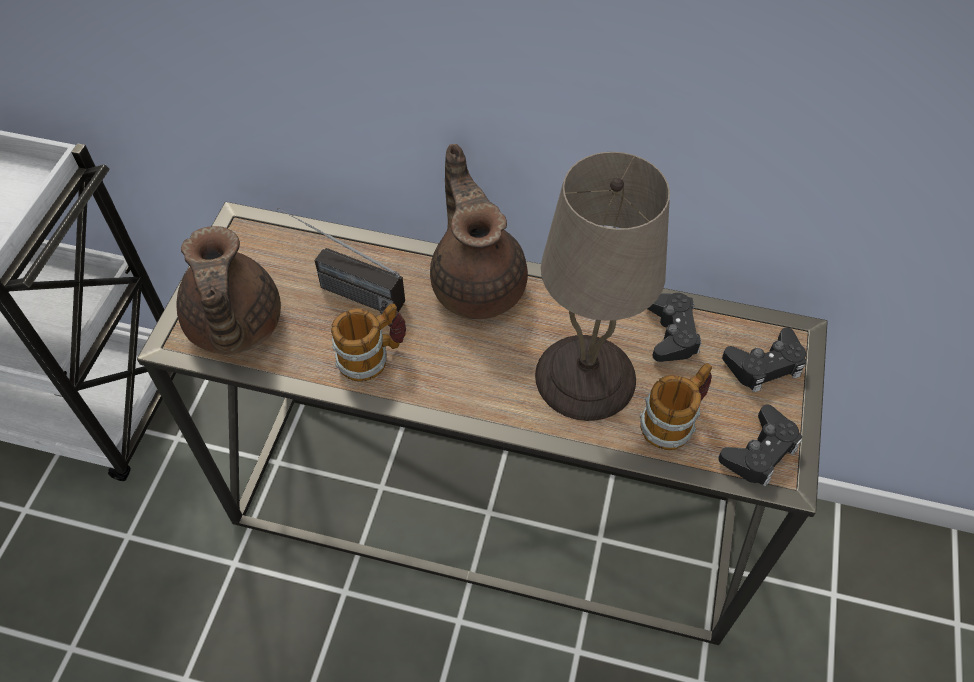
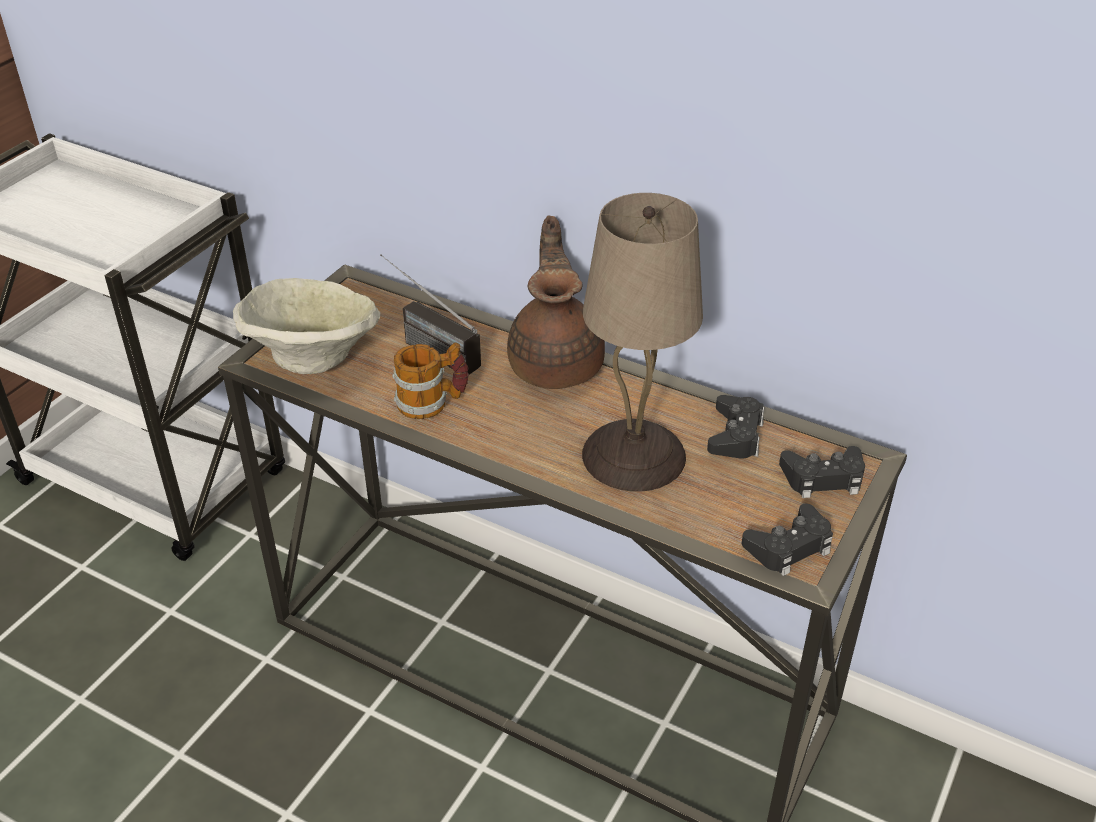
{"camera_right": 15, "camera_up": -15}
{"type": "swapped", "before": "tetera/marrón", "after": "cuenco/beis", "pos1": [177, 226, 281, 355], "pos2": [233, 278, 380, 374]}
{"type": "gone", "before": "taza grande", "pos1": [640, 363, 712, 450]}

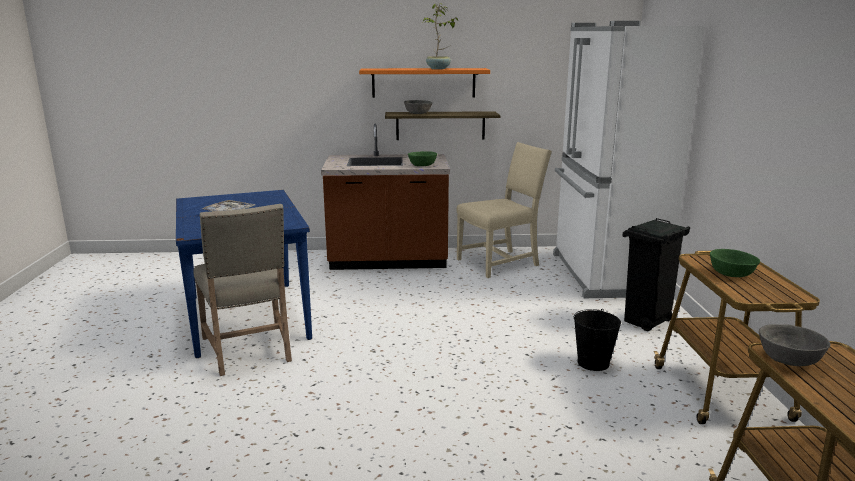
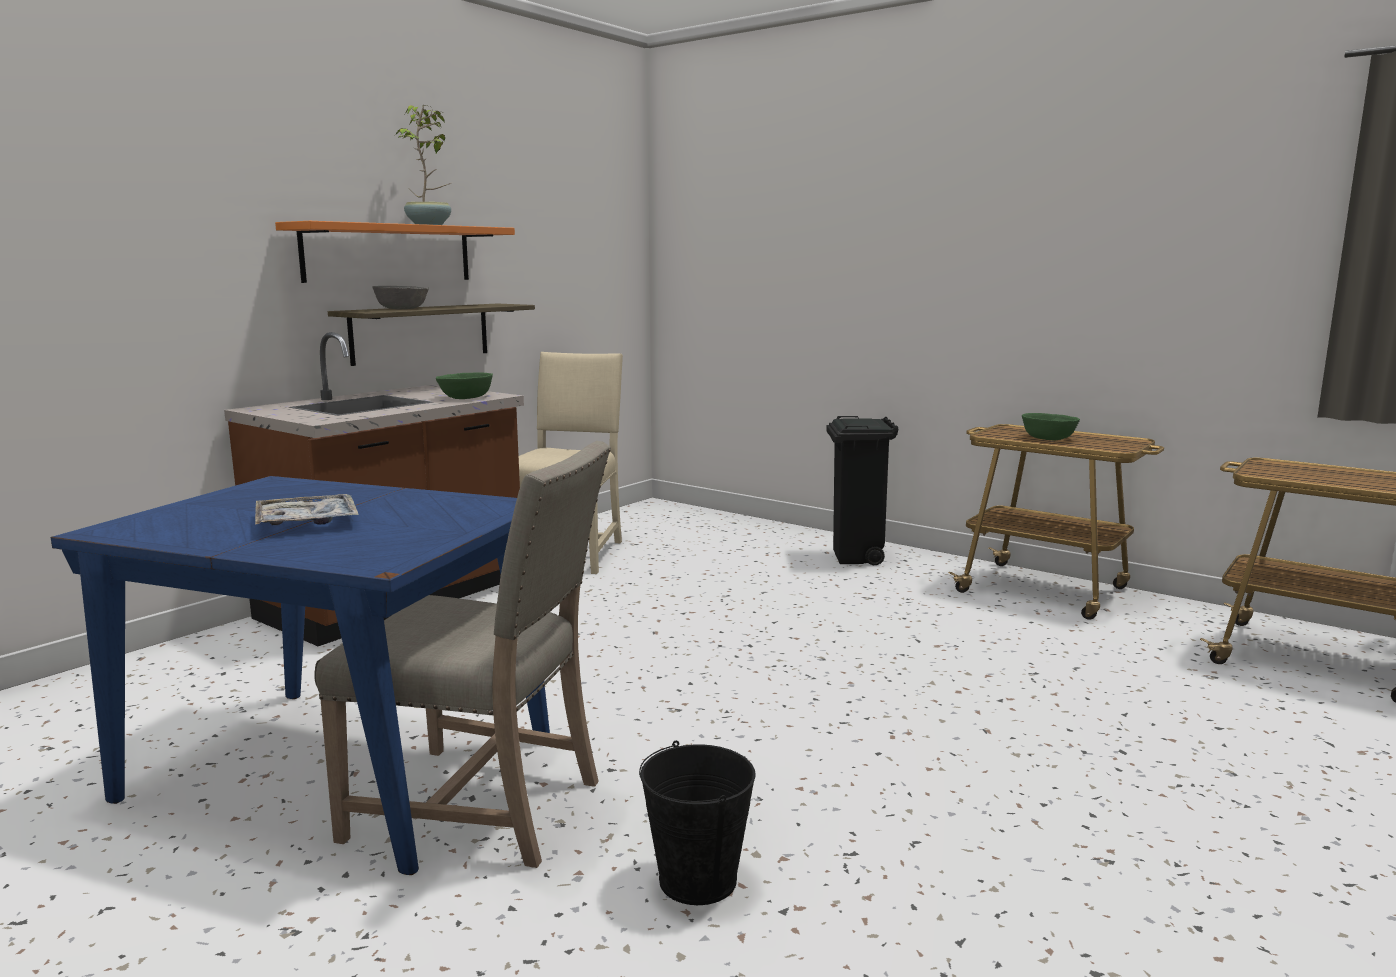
{"camera_right": -50, "camera_up": -5}
{"type": "gone", "before": "nevera/blanco", "pos1": [553, 21, 704, 298]}
{"type": "shifted", "before": "cubo/negro", "pos1": [574, 309, 621, 371], "pos2": [639, 740, 756, 905]}
{"type": "gone", "before": "cuenco/gris", "pos1": [759, 324, 830, 366]}

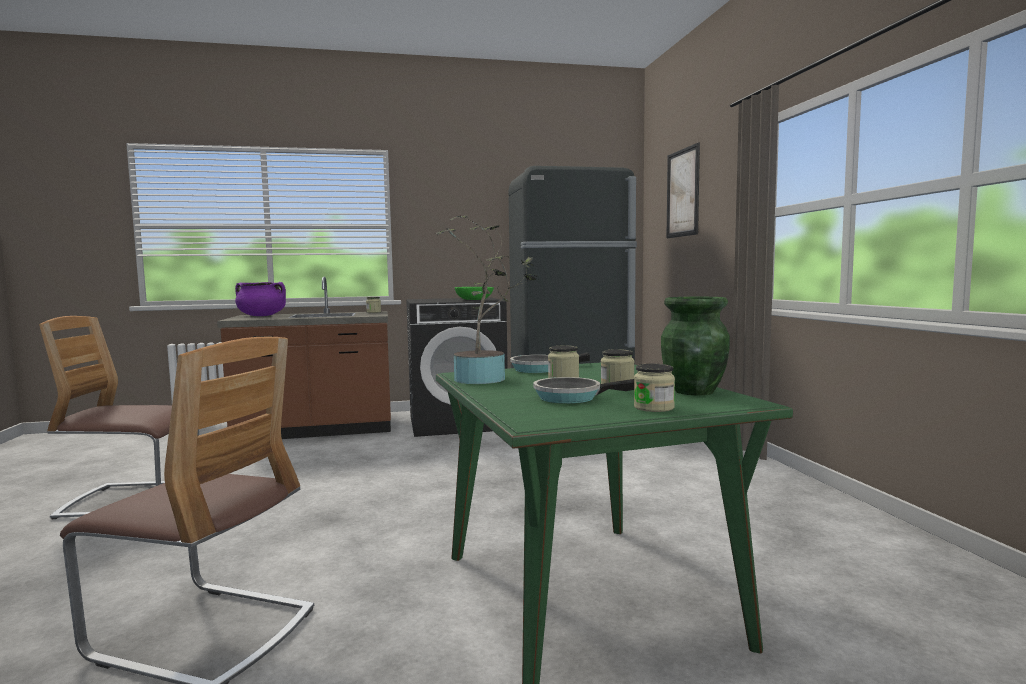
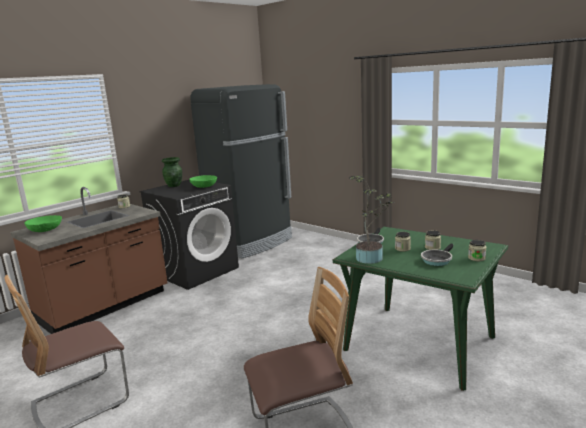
{"camera_right": -35, "camera_up": 10}
{"type": "swapped", "before": "olla/morado", "after": "cuenco/verde", "pos1": [235, 282, 286, 316], "pos2": [25, 215, 62, 232]}
{"type": "shifted", "before": "florero/verde", "pos1": [661, 297, 730, 395], "pos2": [162, 157, 182, 187]}
{"type": "gone", "before": "cuadro", "pos1": [666, 143, 700, 238]}

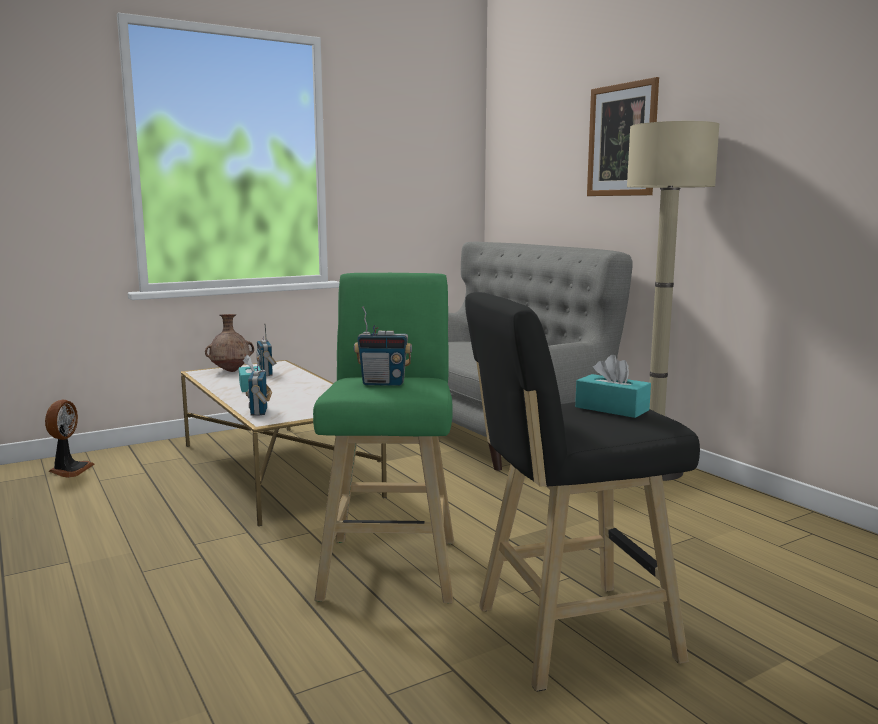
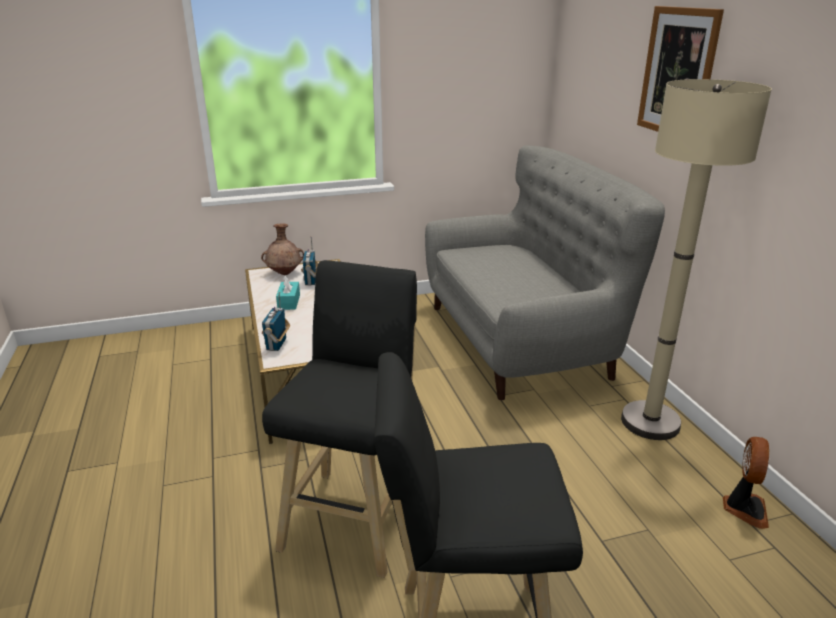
{"camera_right": 15, "camera_up": 15}
{"type": "shifted", "before": "ventilador", "pos1": [45, 400, 95, 478], "pos2": [723, 437, 769, 529]}
{"type": "repainted", "before": "taburete/verde", "after": "taburete/negro", "pos1": [313, 273, 454, 604], "pos2": [262, 260, 417, 578]}
{"type": "gone", "before": "radio", "pos1": [354, 306, 412, 386]}
{"type": "gone", "before": "caja de pañuelos/turquesa", "pos1": [575, 355, 651, 418]}

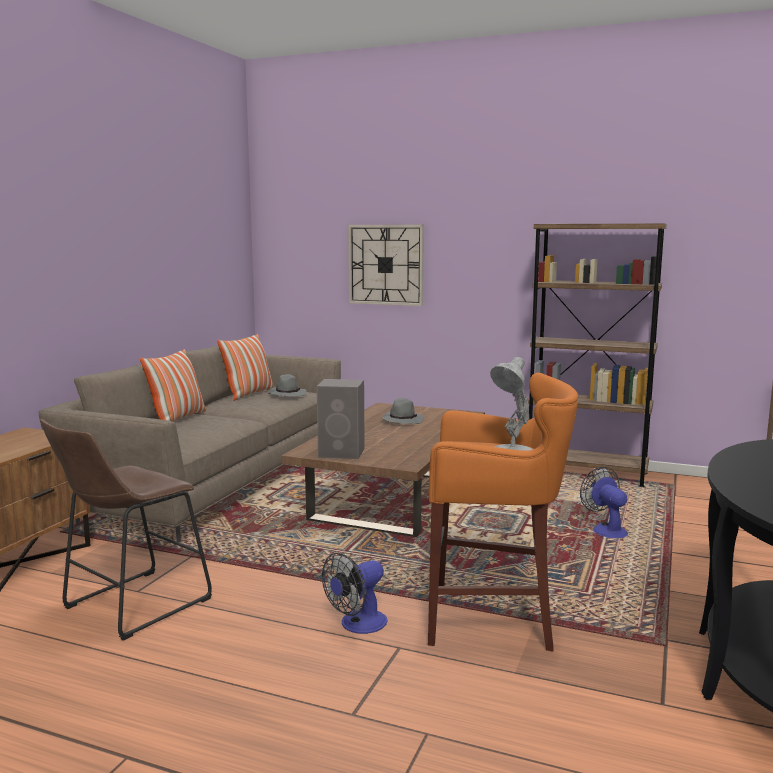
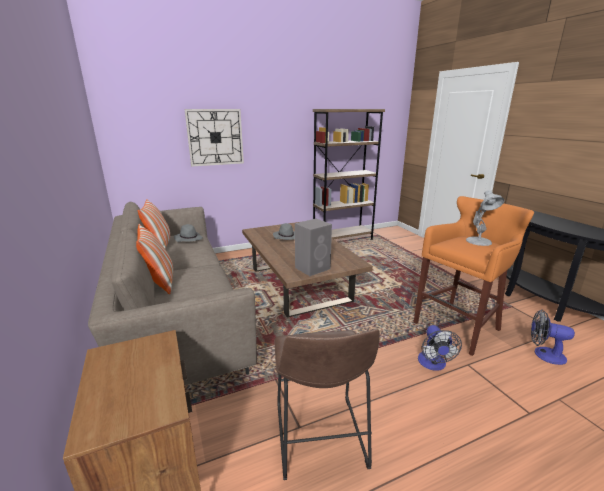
{"camera_right": -45, "camera_up": 10}
{"type": "shifted", "before": "ventilador", "pos1": [580, 467, 628, 538], "pos2": [531, 310, 575, 365]}

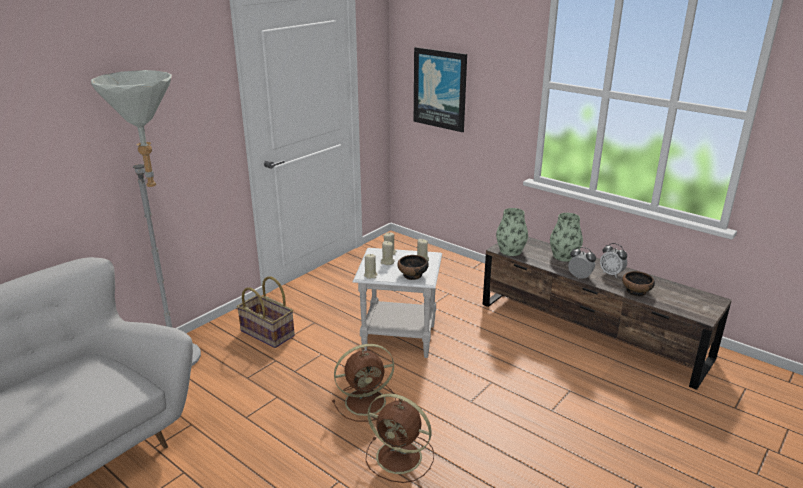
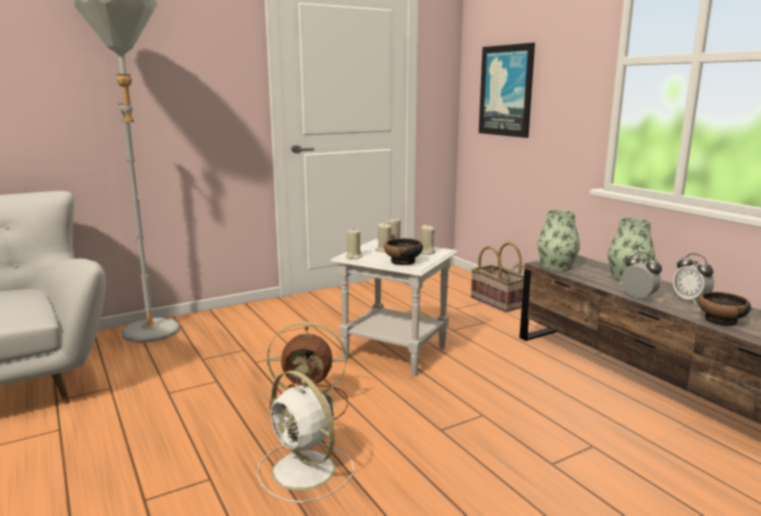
{"camera_right": 20, "camera_up": -10}
{"type": "shifted", "before": "cesta", "pos1": [237, 276, 295, 348], "pos2": [471, 242, 524, 312]}
{"type": "repainted", "before": "ventilador/marrón", "after": "ventilador/blanco", "pos1": [366, 393, 434, 483], "pos2": [257, 370, 354, 503]}

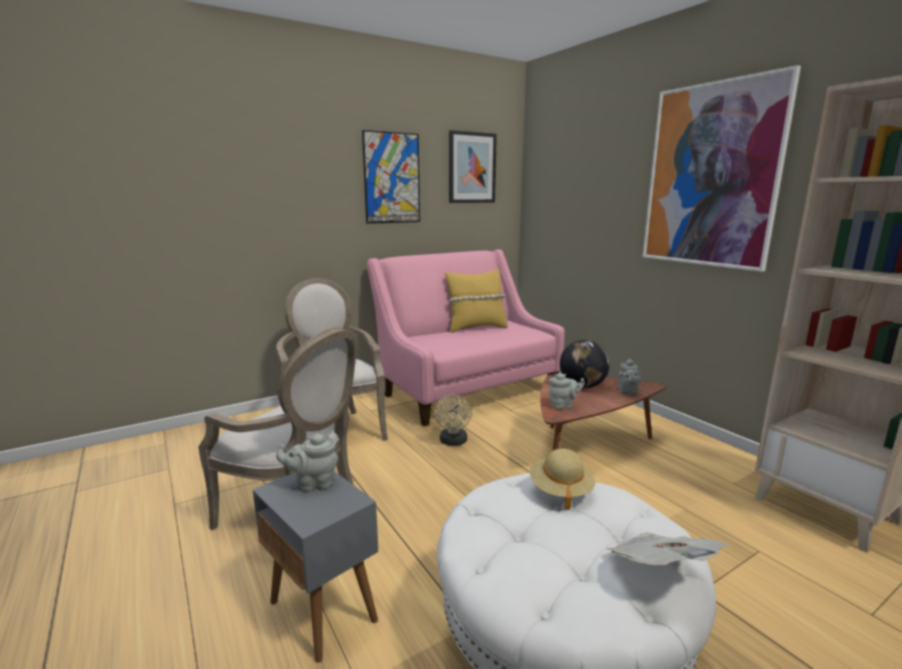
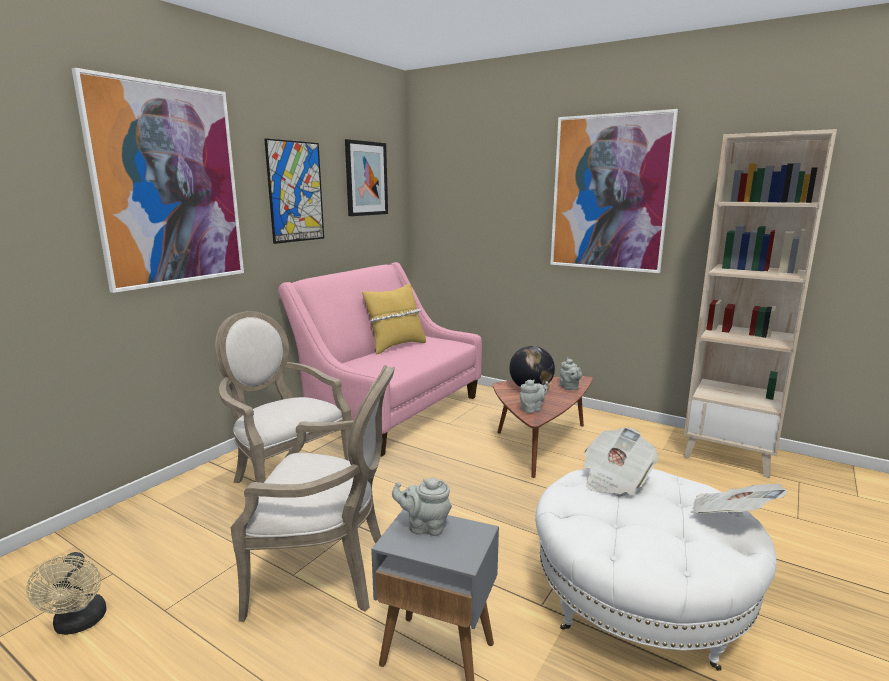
{"camera_right": -25, "camera_up": 0}
{"type": "rotated", "before": "tetera/gris", "pos1": [276, 434, 338, 492], "pos2": [392, 478, 452, 536], "turn": 45}
{"type": "shifted", "before": "ventilador/beis", "pos1": [434, 395, 472, 446], "pos2": [26, 552, 107, 635]}
{"type": "swapped", "before": "sombrero/beis", "after": "periódico", "pos1": [530, 448, 595, 510], "pos2": [583, 427, 658, 495]}
{"type": "new", "after": "cuadro", "pos2": [72, 68, 244, 293]}

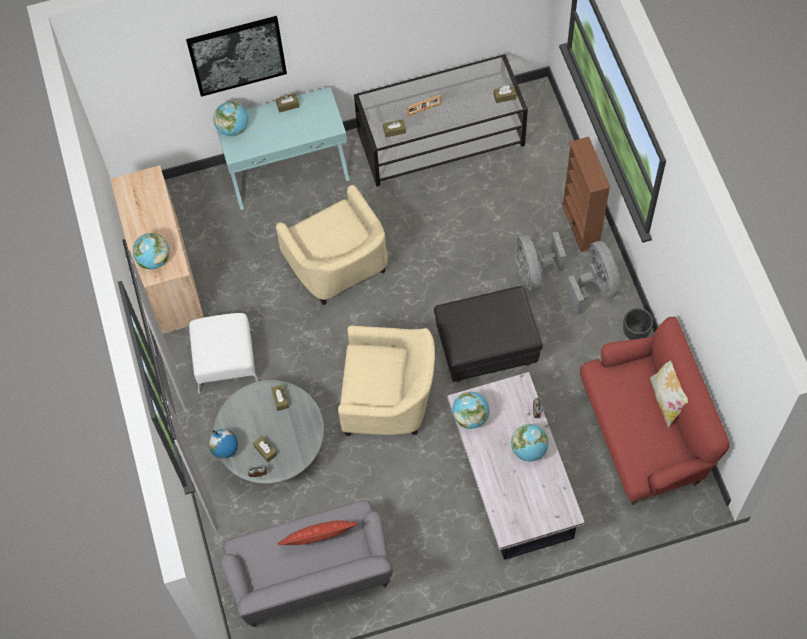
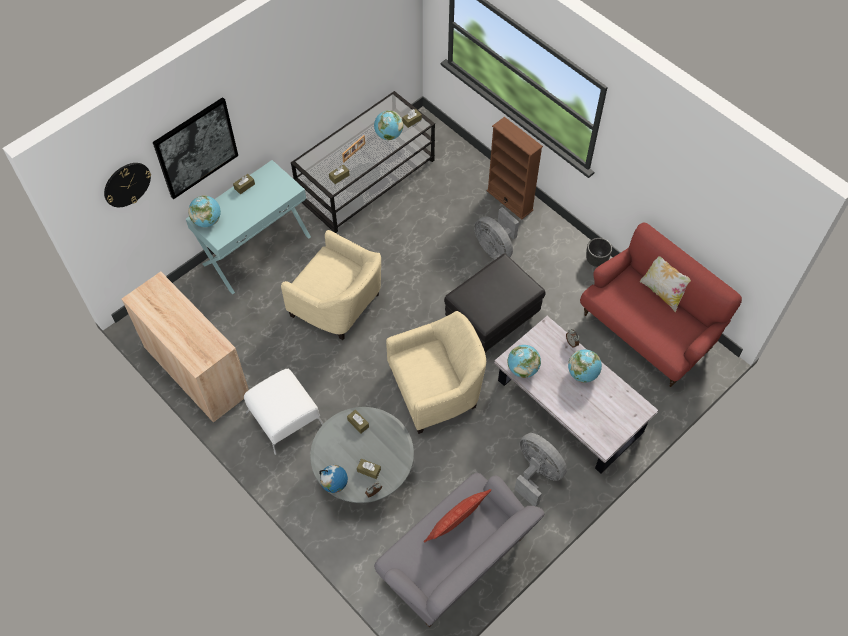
{"camera_right": -30, "camera_up": -5}
{"type": "shifted", "before": "globo terráqueo", "pos1": [133, 233, 169, 269], "pos2": [374, 110, 403, 140]}
{"type": "shifted", "before": "ventilador/gris", "pos1": [566, 241, 620, 314], "pos2": [515, 433, 567, 507]}
{"type": "new", "after": "reloj de pared", "pos2": [104, 163, 151, 207]}

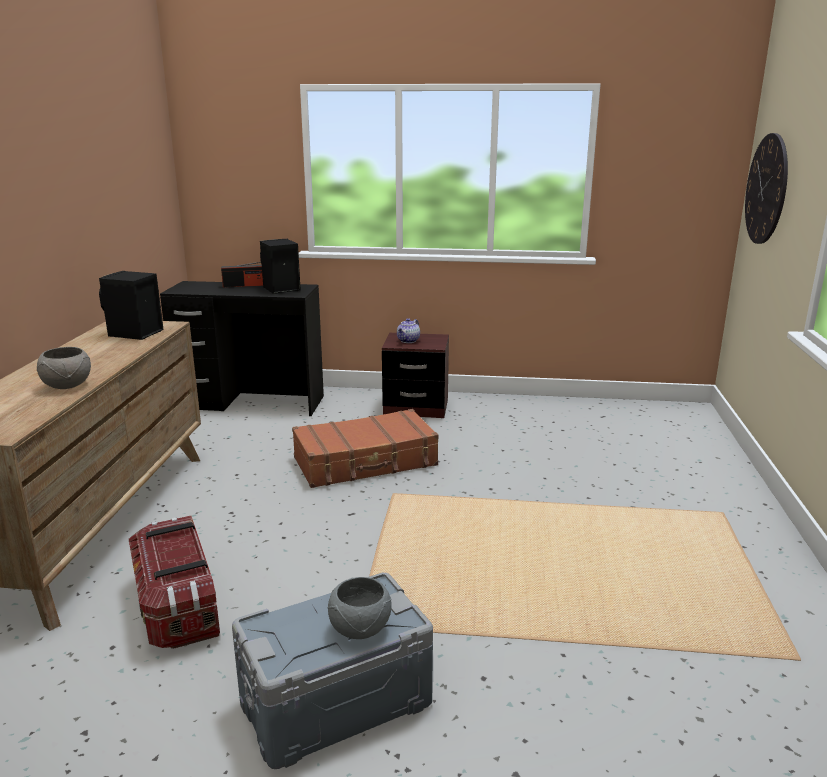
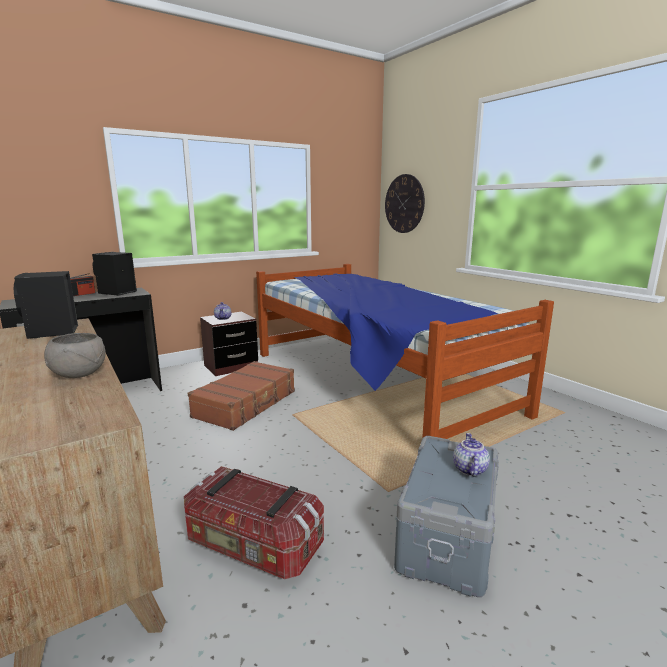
{"camera_right": -40, "camera_up": -5}
{"type": "swapped", "before": "cuenco/gris", "after": "tetera", "pos1": [328, 577, 392, 639], "pos2": [453, 433, 490, 477]}
{"type": "new", "after": "cama", "pos2": [256, 264, 554, 439]}

